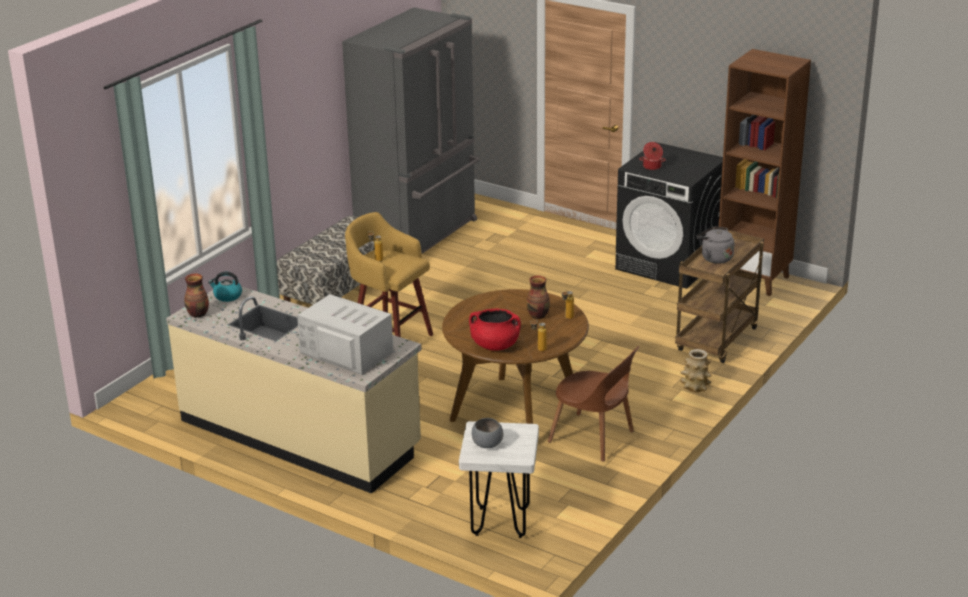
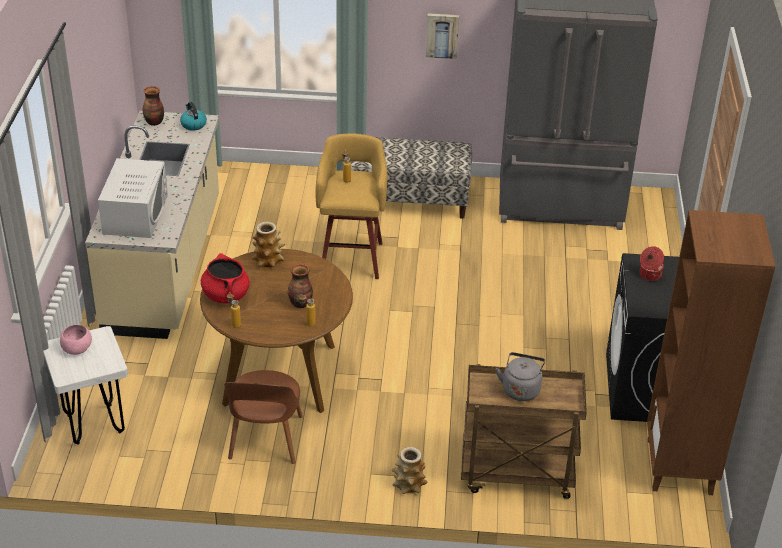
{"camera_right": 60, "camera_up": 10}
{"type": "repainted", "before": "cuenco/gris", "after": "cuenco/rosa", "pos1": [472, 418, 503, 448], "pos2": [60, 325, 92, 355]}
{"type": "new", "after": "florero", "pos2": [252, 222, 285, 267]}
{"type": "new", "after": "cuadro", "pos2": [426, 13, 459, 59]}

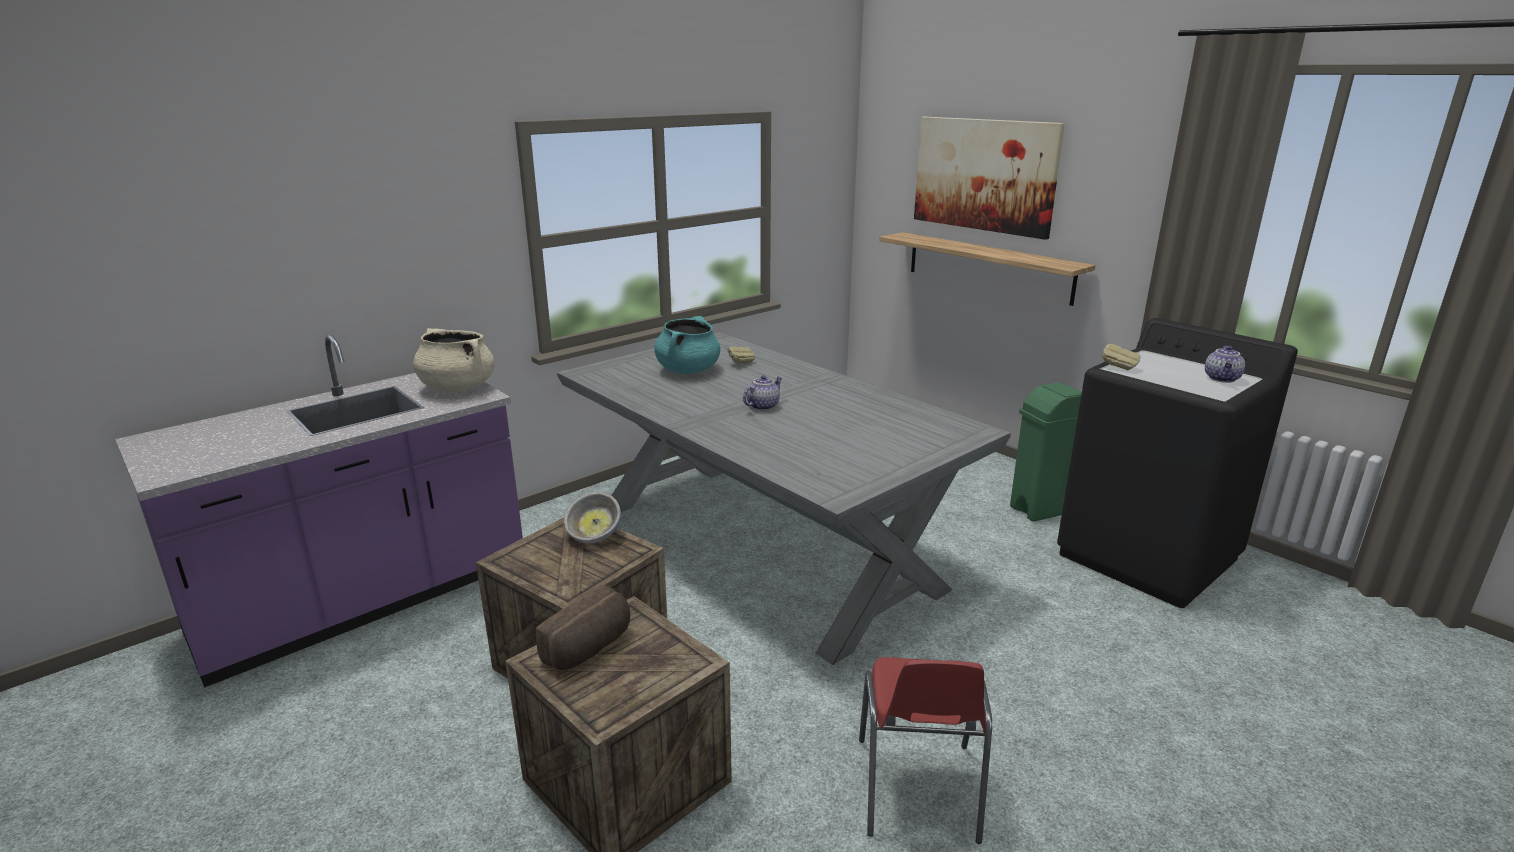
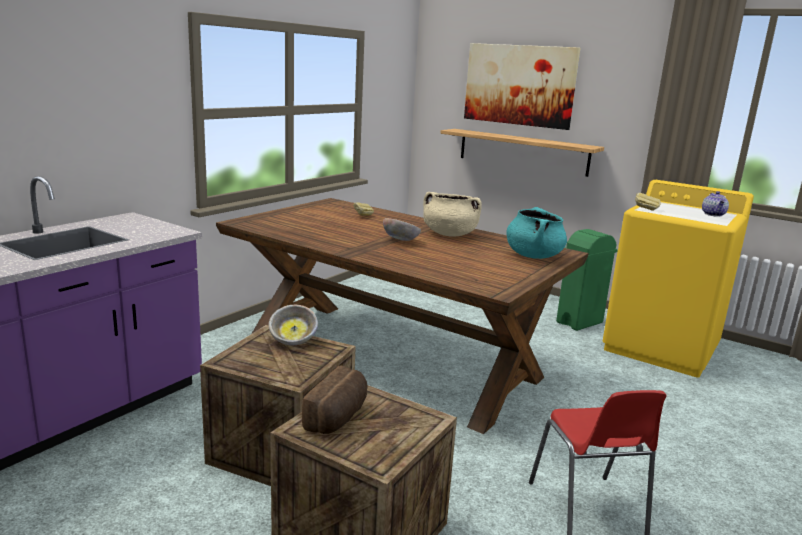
{"camera_right": -15, "camera_up": -5}
{"type": "shifted", "before": "olla/beis", "pos1": [413, 328, 494, 392], "pos2": [423, 192, 482, 236]}
{"type": "repainted", "before": "mesa de comedor/gris", "after": "mesa de comedor/marrón", "pos1": [557, 332, 1011, 665], "pos2": [216, 198, 589, 434]}
{"type": "shifted", "before": "olla/turquesa", "pos1": [654, 316, 720, 374], "pos2": [506, 207, 567, 259]}
{"type": "swapped", "before": "tetera", "after": "cuenco", "pos1": [743, 375, 783, 410], "pos2": [383, 218, 421, 241]}
{"type": "repainted", "before": "lavadora/negro", "after": "lavadora/amarillo", "pos1": [1057, 318, 1298, 608], "pos2": [603, 180, 754, 378]}

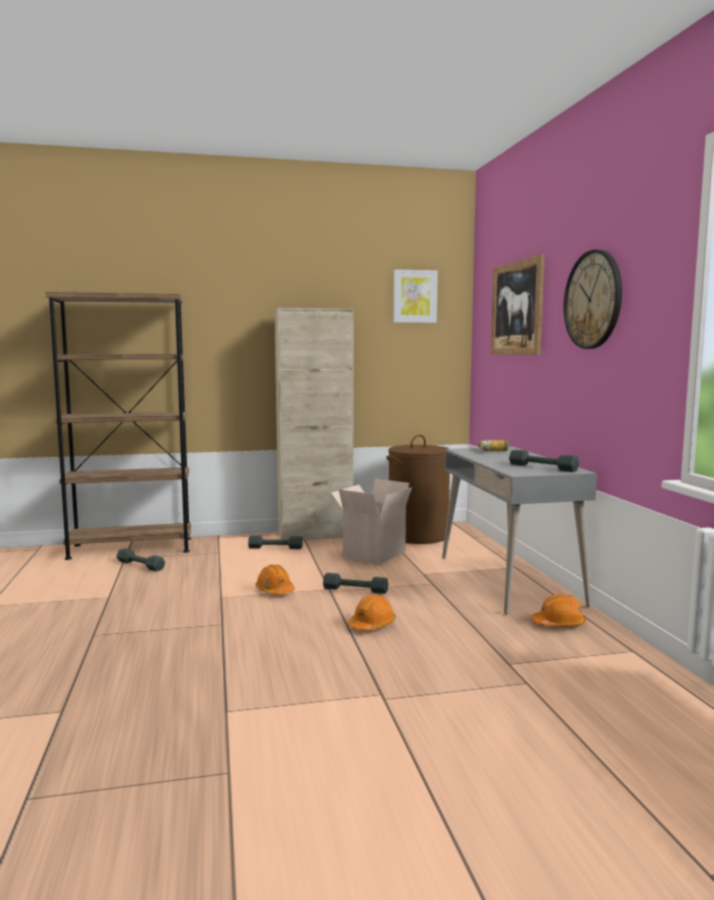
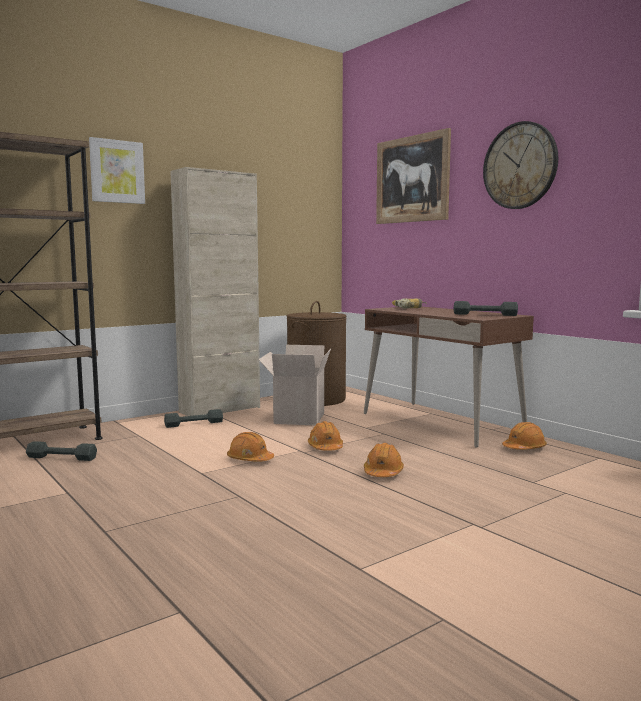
{"camera_right": -25, "camera_up": 0}
{"type": "swapped", "before": "mancuerna/gris", "after": "casco/naranja", "pos1": [323, 573, 388, 594], "pos2": [308, 421, 343, 451]}
{"type": "shifted", "before": "cuadro", "pos1": [393, 269, 438, 323], "pos2": [89, 137, 145, 204]}
{"type": "repainted", "before": "escritorio/gris", "after": "escritorio/marrón", "pos1": [442, 447, 597, 614], "pos2": [364, 307, 534, 448]}

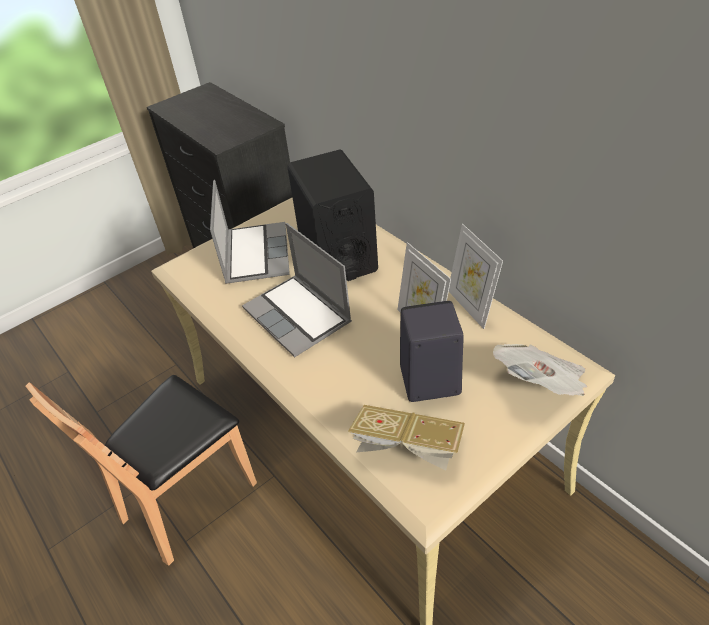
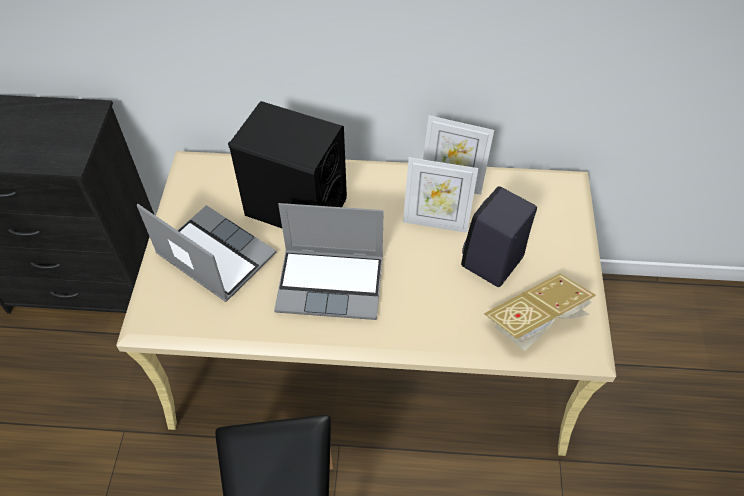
{"camera_right": -50, "camera_up": 10}
{"type": "gone", "before": "periódico", "pos1": [493, 344, 587, 396]}

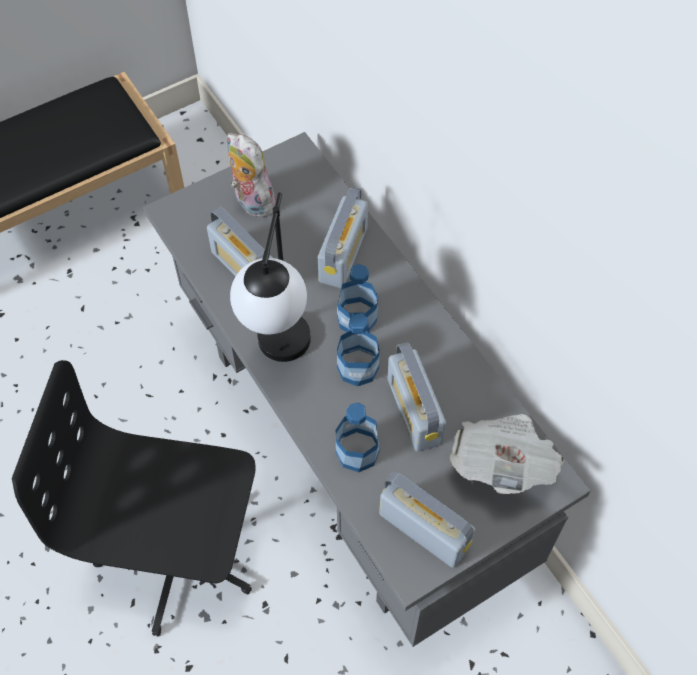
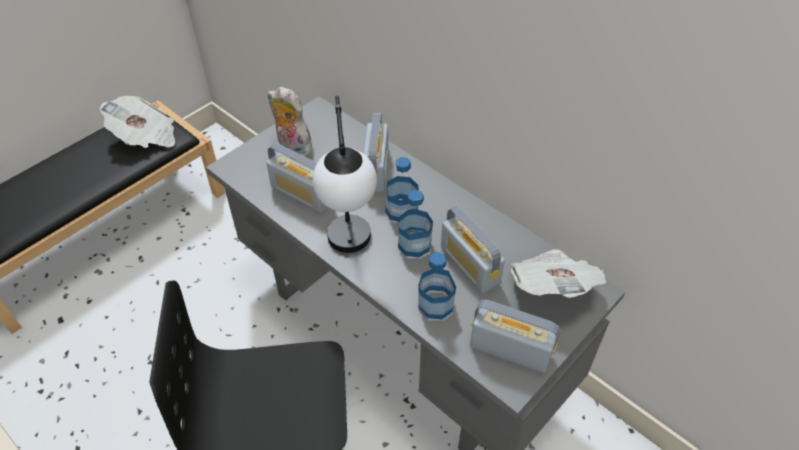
{"camera_right": -15, "camera_up": -10}
{"type": "new", "after": "periódico", "pos2": [100, 96, 175, 148]}

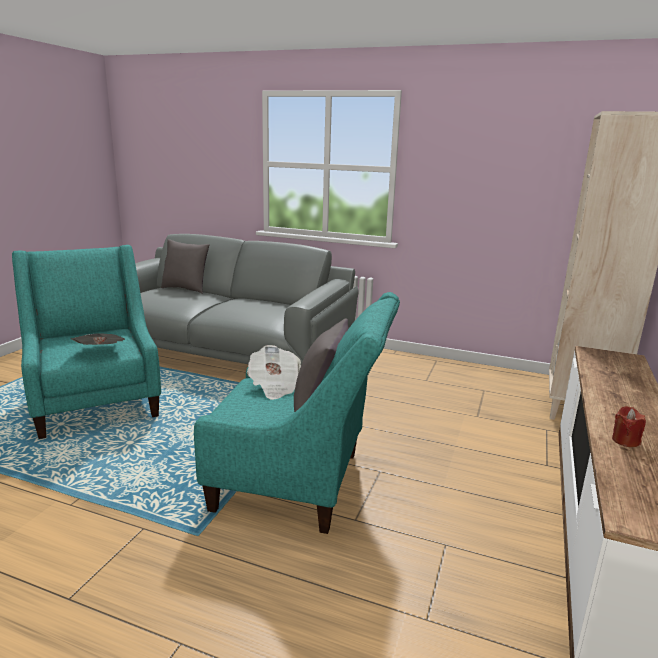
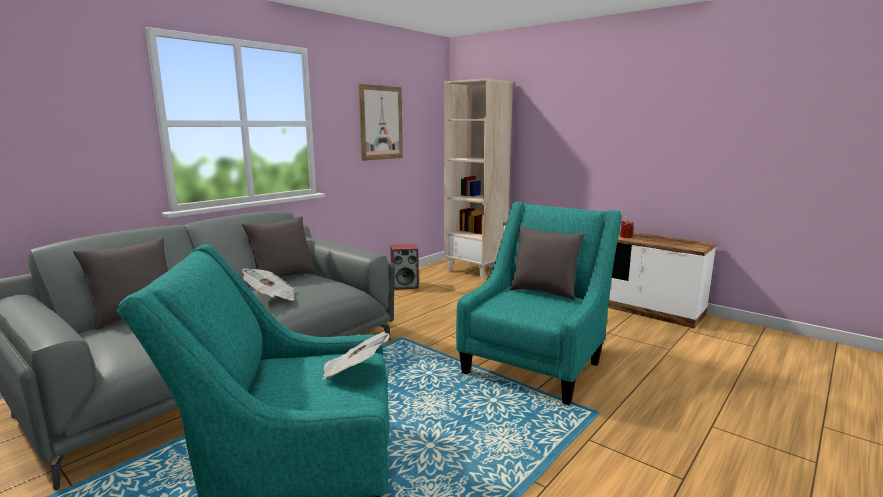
{"camera_right": -70, "camera_up": -5}
{"type": "shifted", "before": "periódico", "pos1": [247, 345, 301, 400], "pos2": [242, 268, 294, 300]}
{"type": "new", "after": "cojín/gris", "pos2": [242, 216, 316, 278]}
{"type": "new", "after": "cuadro", "pos2": [359, 84, 403, 161]}
{"type": "new", "after": "altavoz", "pos2": [390, 244, 419, 290]}

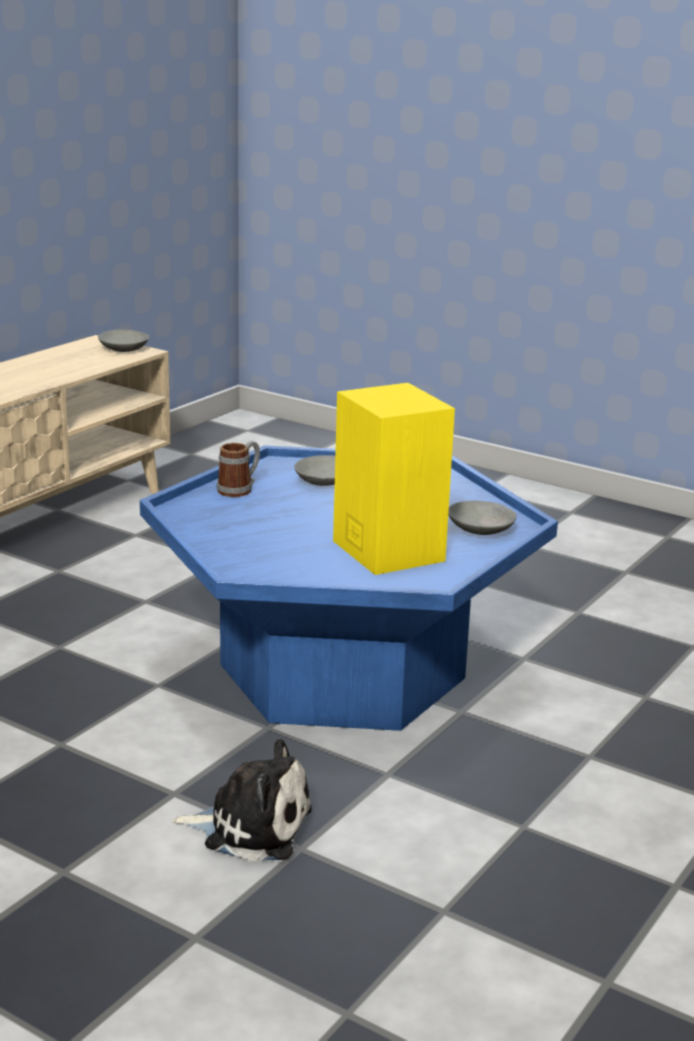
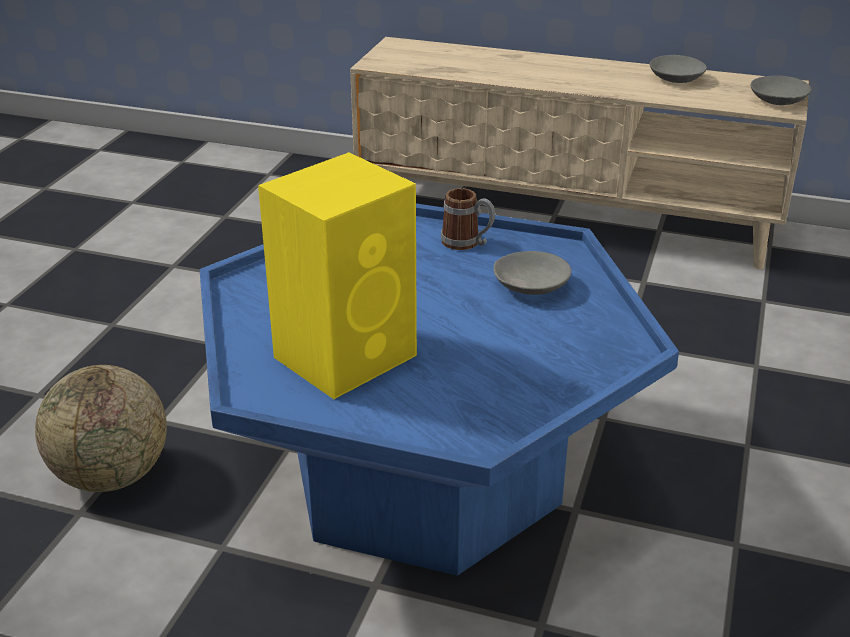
{"camera_right": 75, "camera_up": 10}
{"type": "swapped", "before": "peluche", "after": "globo terráqueo", "pos1": [172, 739, 312, 861], "pos2": [35, 365, 167, 492]}
{"type": "shifted", "before": "cuenco/gris", "pos1": [448, 501, 517, 535], "pos2": [650, 55, 707, 83]}

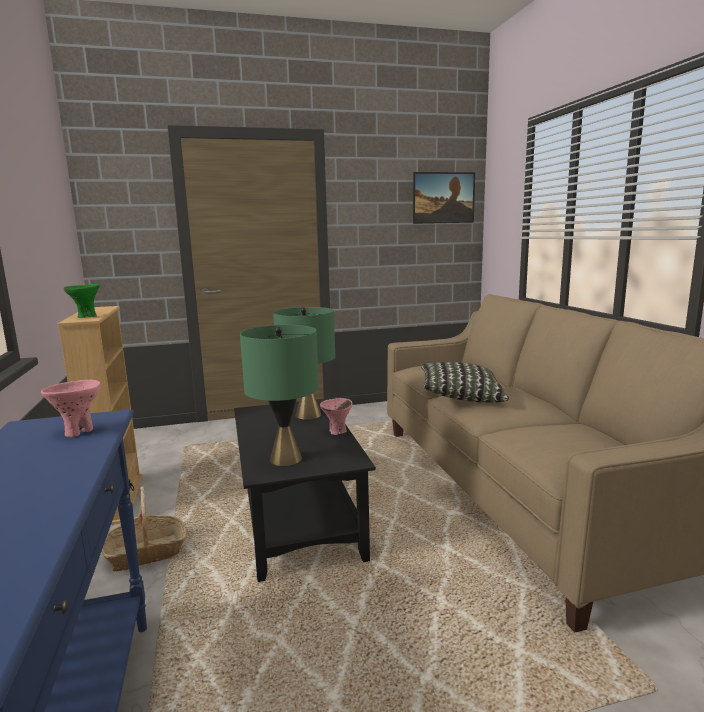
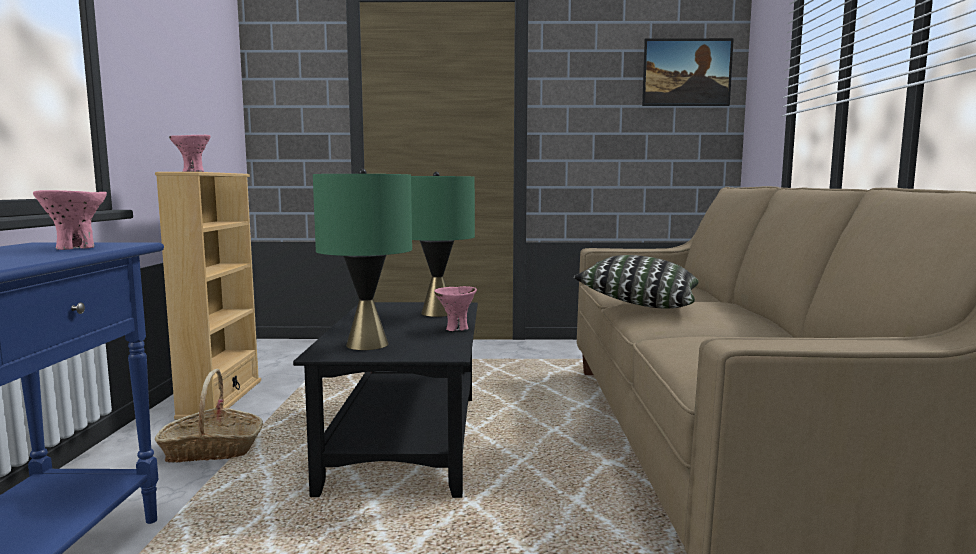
{"camera_right": 15, "camera_up": -5}
{"type": "repainted", "before": "cuenco/verde", "after": "cuenco/rosa", "pos1": [63, 284, 100, 318], "pos2": [169, 135, 210, 172]}

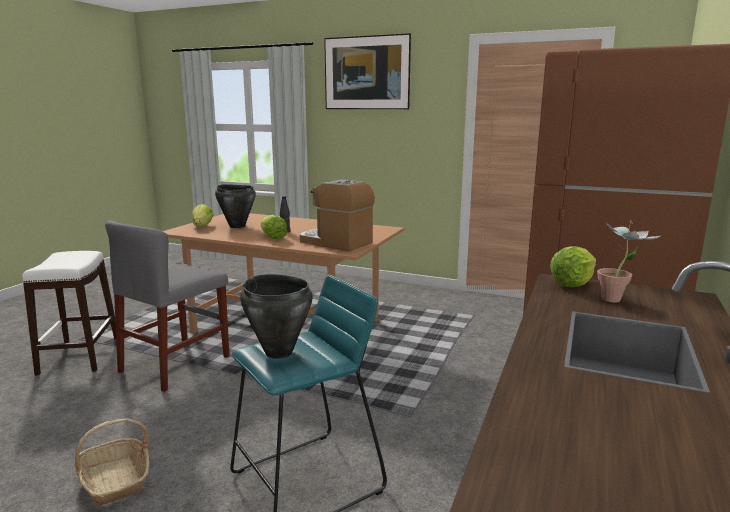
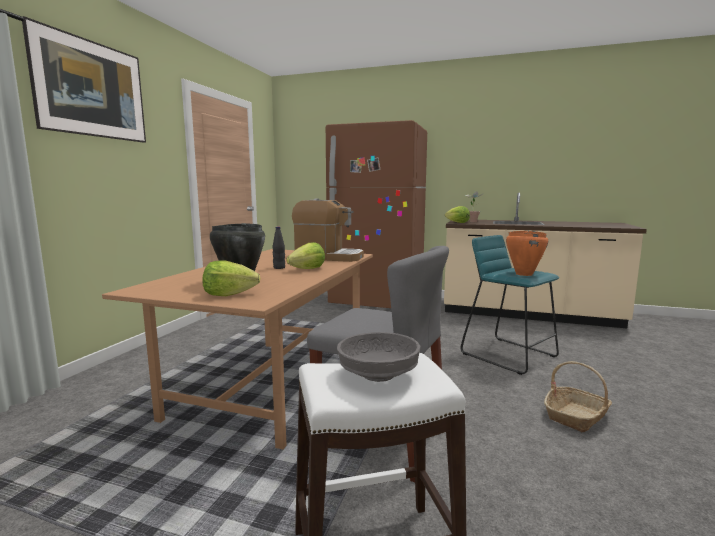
{"camera_right": -95, "camera_up": -5}
{"type": "repainted", "before": "olla/negro", "after": "olla/naranja", "pos1": [240, 274, 313, 359], "pos2": [506, 231, 548, 276]}
{"type": "rotated", "before": "cafetera", "pos1": [300, 179, 375, 251], "pos2": [292, 198, 364, 262], "turn": -105}
{"type": "new", "after": "cuenco/gris", "pos2": [337, 332, 421, 382]}

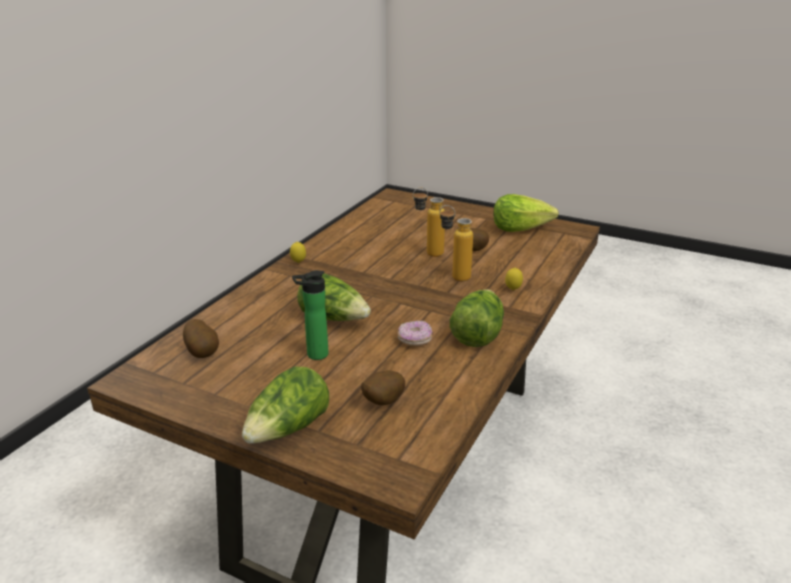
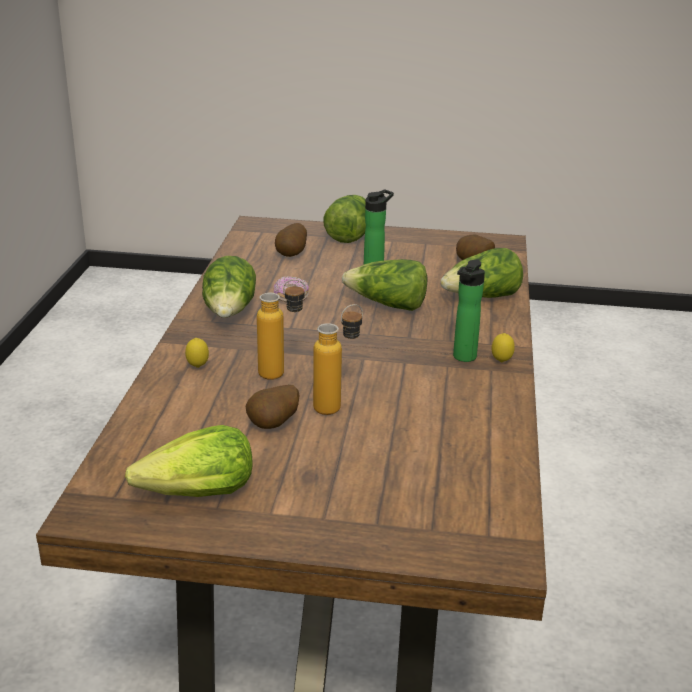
{"camera_right": 160, "camera_up": 0}
{"type": "new", "after": "lechuga", "pos2": [440, 248, 523, 298]}
{"type": "new", "after": "botella", "pos2": [453, 259, 485, 362]}

